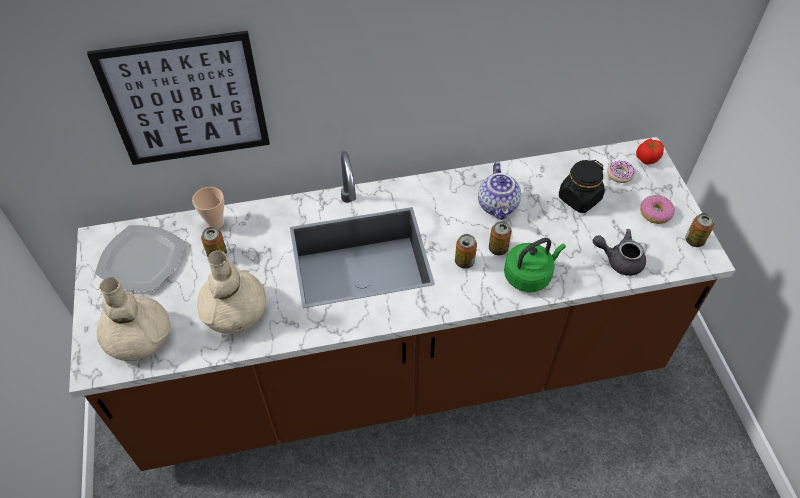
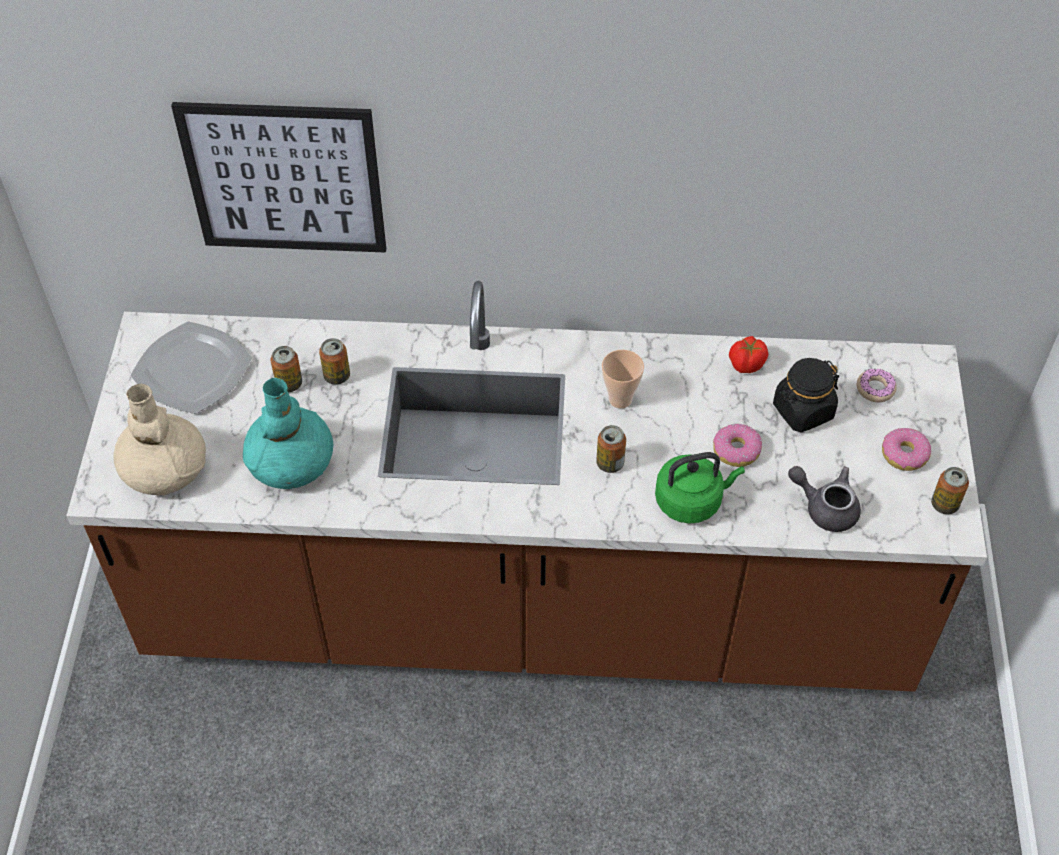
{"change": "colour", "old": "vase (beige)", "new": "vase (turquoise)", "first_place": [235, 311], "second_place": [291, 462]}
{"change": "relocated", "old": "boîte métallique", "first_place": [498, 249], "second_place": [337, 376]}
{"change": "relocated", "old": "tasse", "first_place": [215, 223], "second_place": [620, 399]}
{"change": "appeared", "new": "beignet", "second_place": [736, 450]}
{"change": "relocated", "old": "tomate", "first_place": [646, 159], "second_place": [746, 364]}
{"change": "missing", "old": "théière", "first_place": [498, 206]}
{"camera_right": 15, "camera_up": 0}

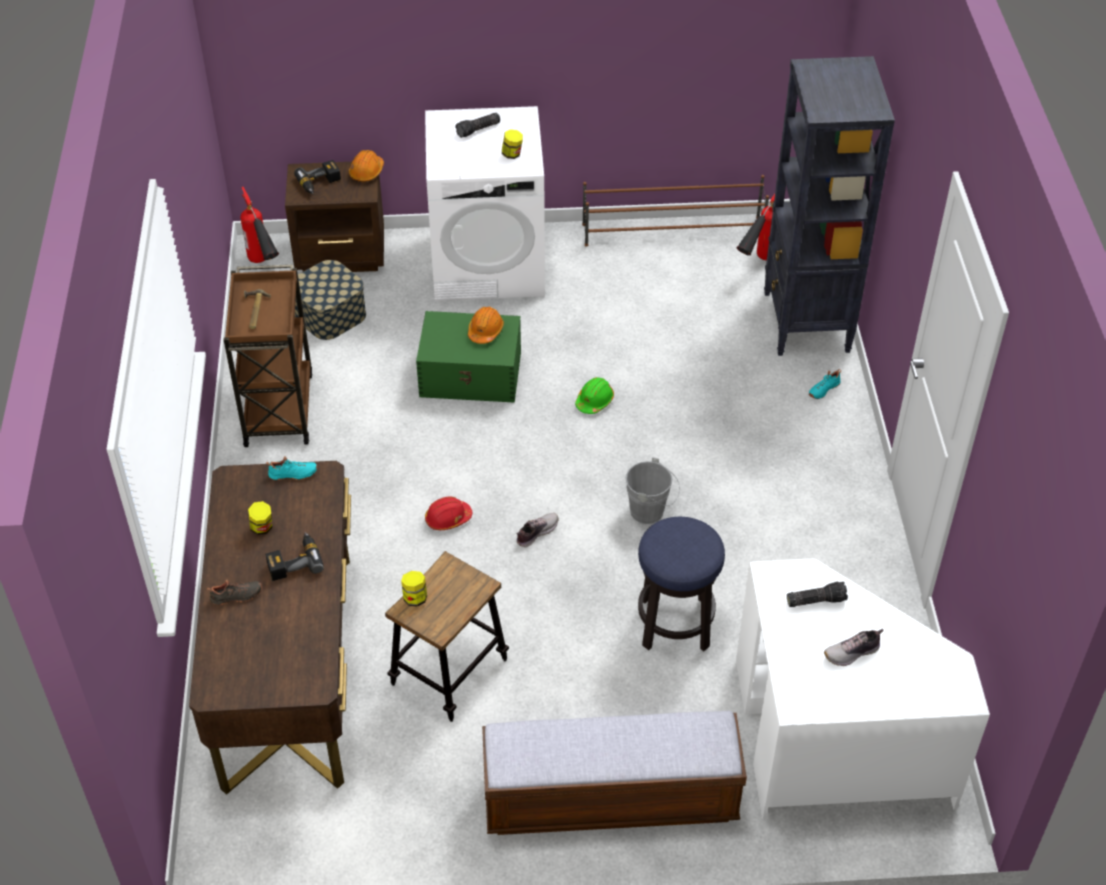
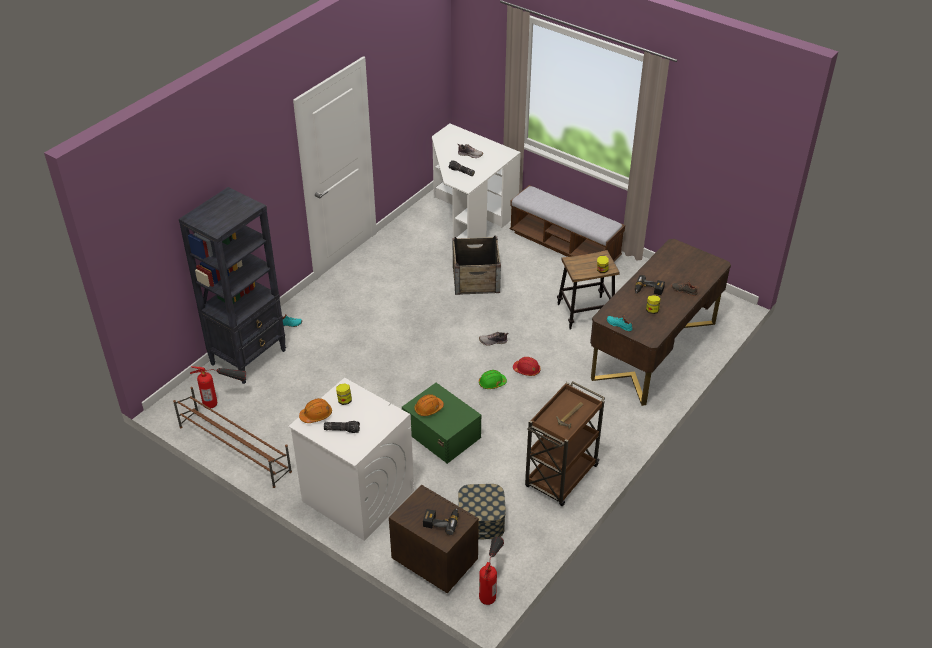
{"change": "relocated", "old": "casque de chantier (orange)", "first_place": [366, 172], "second_place": [316, 415]}
{"change": "exchanged", "old": "tabouret", "new": "caisse", "first_place": [675, 624], "second_place": [476, 279]}
{"change": "relocated", "old": "casque de chantier (vert)", "first_place": [594, 401], "second_place": [492, 383]}
{"change": "missing", "old": "seau (gris)", "first_place": [650, 512]}
{"camera_right": -140, "camera_up": -5}

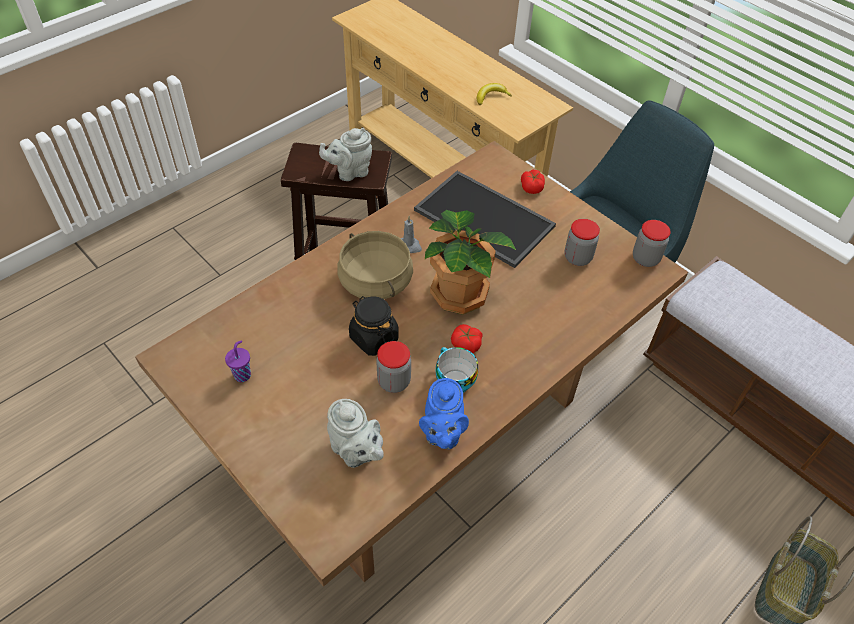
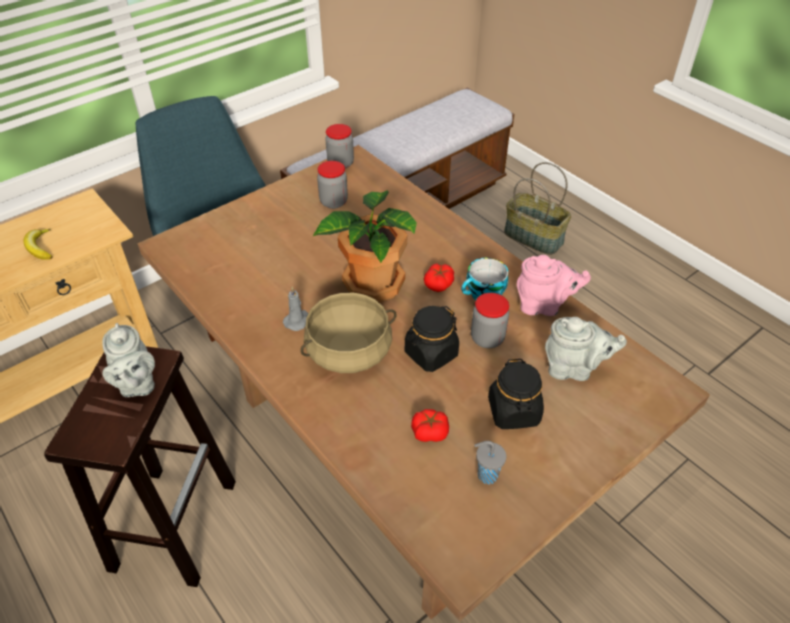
{"change": "relocated", "old": "tomate", "first_place": [532, 187], "second_place": [429, 431]}
{"change": "colour", "old": "tasse (violet)", "new": "tasse (gris)", "first_place": [243, 374], "second_place": [486, 475]}
{"change": "appeared", "new": "bocal (noir)", "second_place": [514, 412]}
{"change": "colour", "old": "théière (bleu)", "new": "théière (rose)", "first_place": [442, 433], "second_place": [544, 306]}
{"change": "spun", "old": "théière (gris)", "first_place": [356, 452], "second_place": [574, 368], "degrees": 45}
{"change": "missing", "old": "plateau", "first_place": [481, 219]}
{"camera_right": -85, "camera_up": -5}

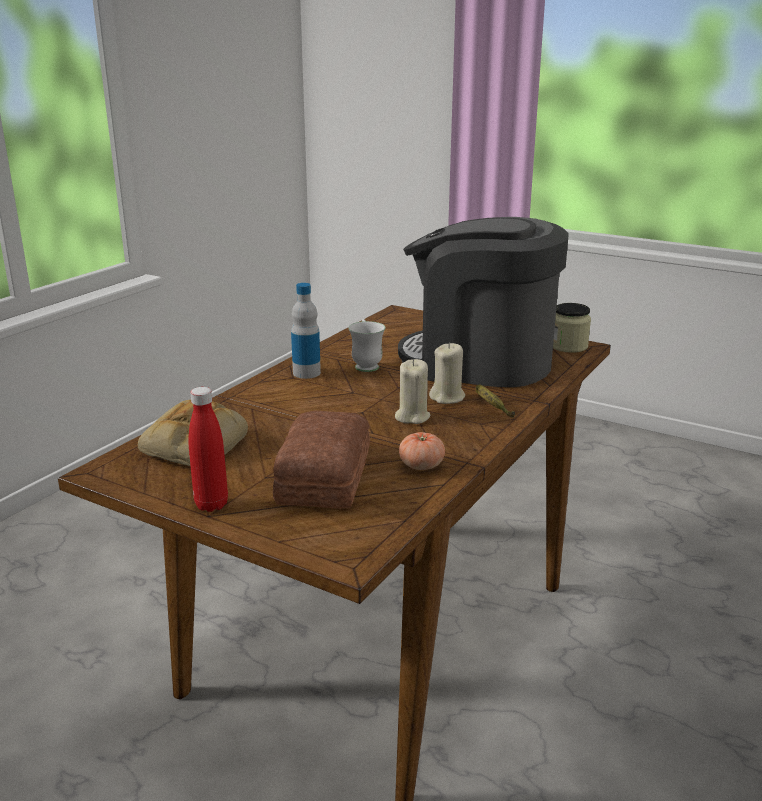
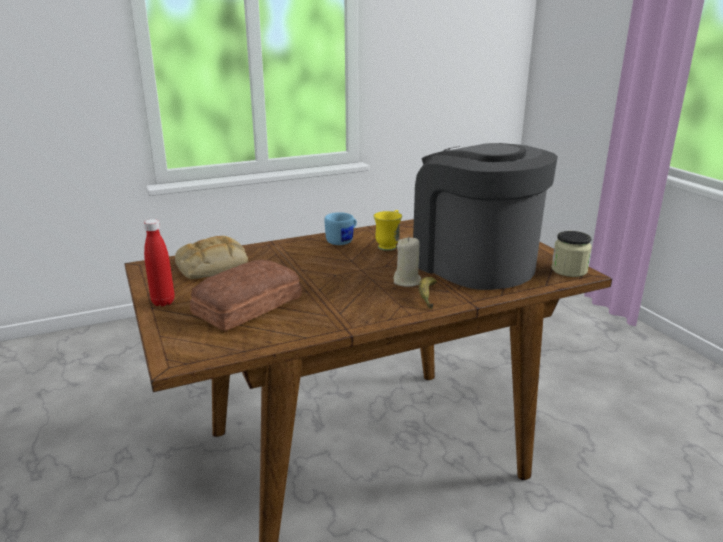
{"change": "exchanged", "old": "bouteille", "new": "mug (bleu)", "first_place": [306, 373], "second_place": [343, 241]}
{"change": "colour", "old": "mug (blanc)", "new": "mug (jaune)", "first_place": [366, 365], "second_place": [389, 245]}
{"change": "missing", "old": "bougie (beige)", "first_place": [412, 417]}
{"change": "missing", "old": "tomate", "first_place": [421, 465]}
{"camera_right": 35, "camera_up": 0}

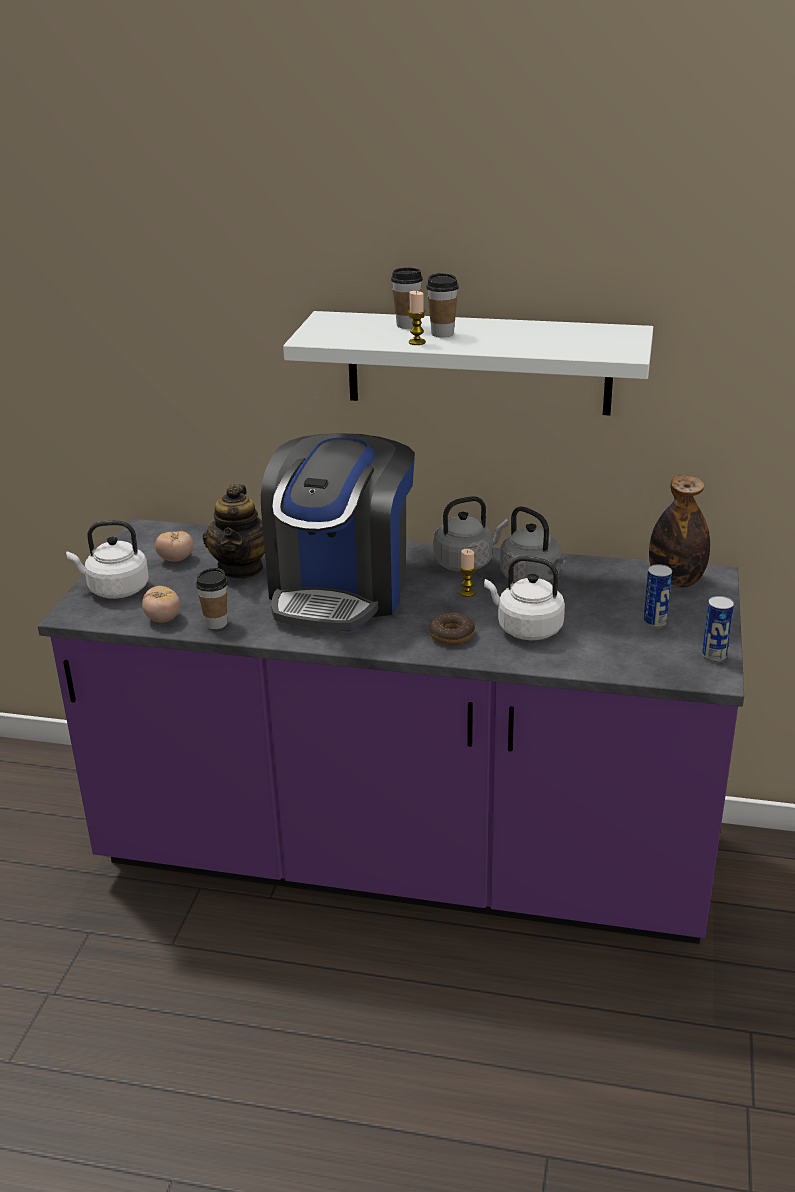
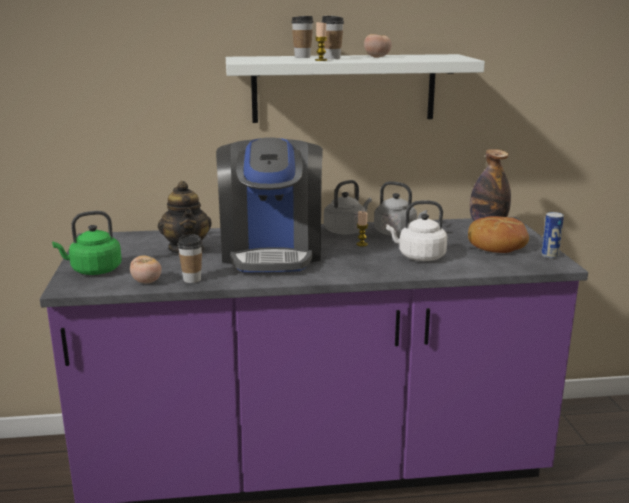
{"change": "colour", "old": "bouilloire (blanc)", "new": "bouilloire (vert)", "first_place": [115, 589], "second_place": [93, 270]}
{"change": "relocated", "old": "tomate", "first_place": [176, 559], "second_place": [377, 57]}
{"change": "exchanged", "old": "boîte métallique", "new": "pain", "first_place": [655, 623], "second_place": [496, 245]}
{"change": "missing", "old": "beignet", "first_place": [451, 635]}
{"camera_right": -20, "camera_up": -10}

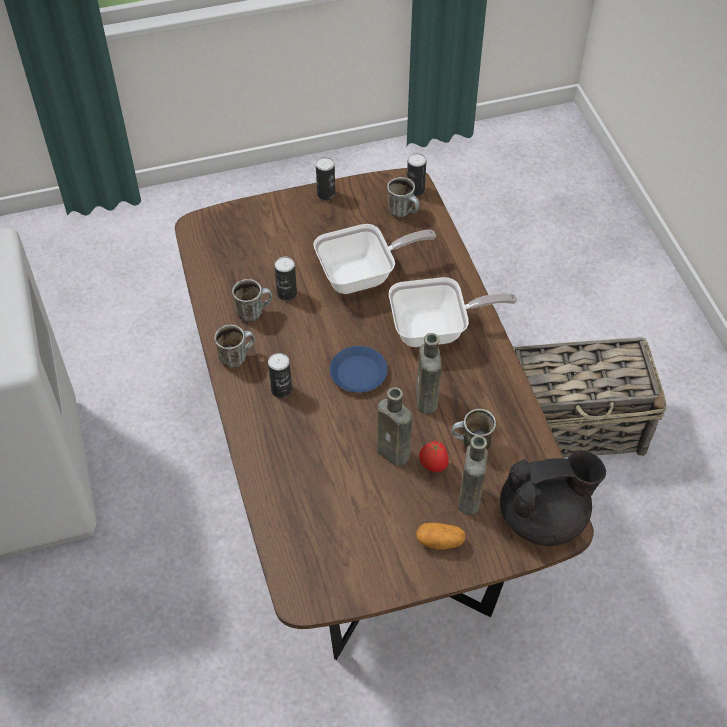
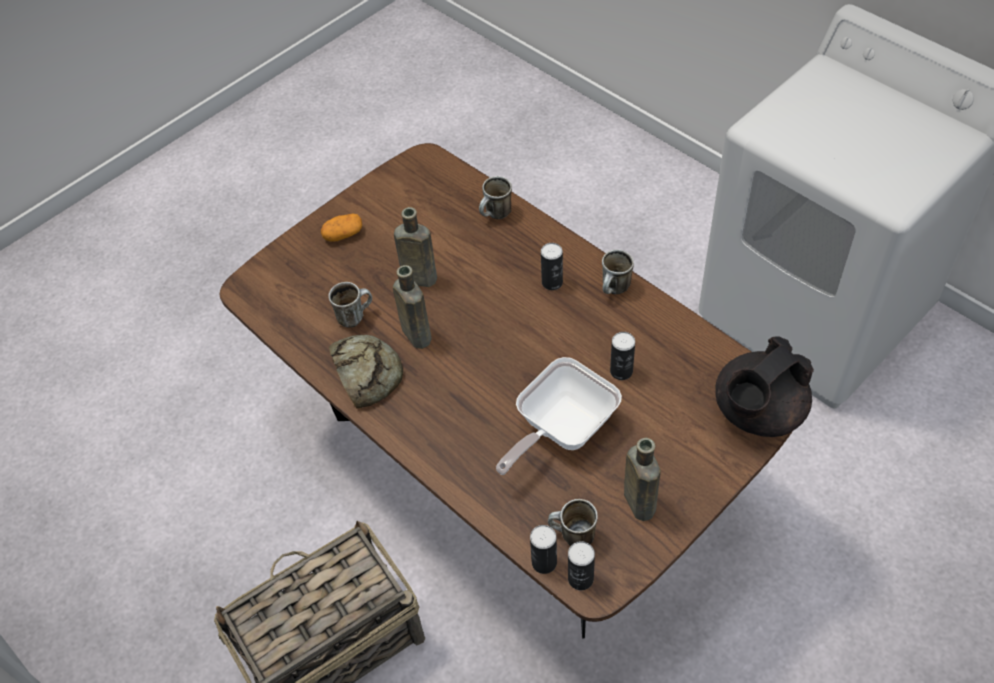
{"change": "appeared", "new": "pain", "second_place": [365, 373]}
{"change": "relocated", "old": "mug", "first_place": [254, 312], "second_place": [496, 215]}
{"change": "relocated", "old": "boîte métallique", "first_place": [326, 194], "second_place": [544, 562]}
{"change": "relocated", "old": "bouteille (marron)", "first_place": [469, 501], "second_place": [638, 500]}
{"change": "relocated", "old": "théière (noir)", "first_place": [544, 517], "second_place": [757, 412]}
{"change": "missing", "old": "assiette (bleu)", "first_place": [358, 373]}
{"change": "missing", "old": "poêle", "first_place": [436, 330]}
{"change": "missing", "old": "tomate", "first_place": [433, 466]}
{"camera_right": 155, "camera_up": 0}

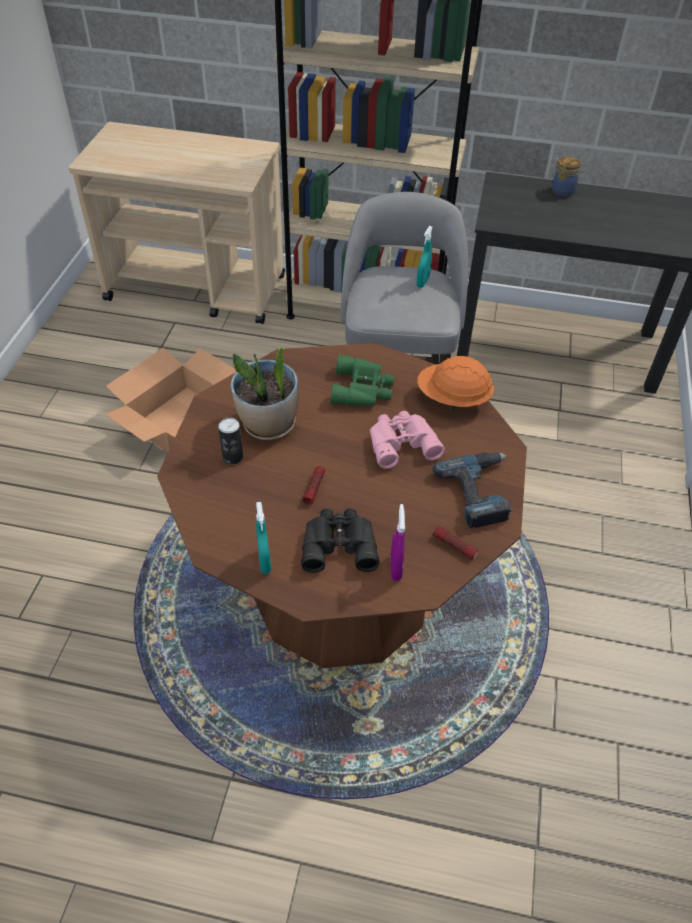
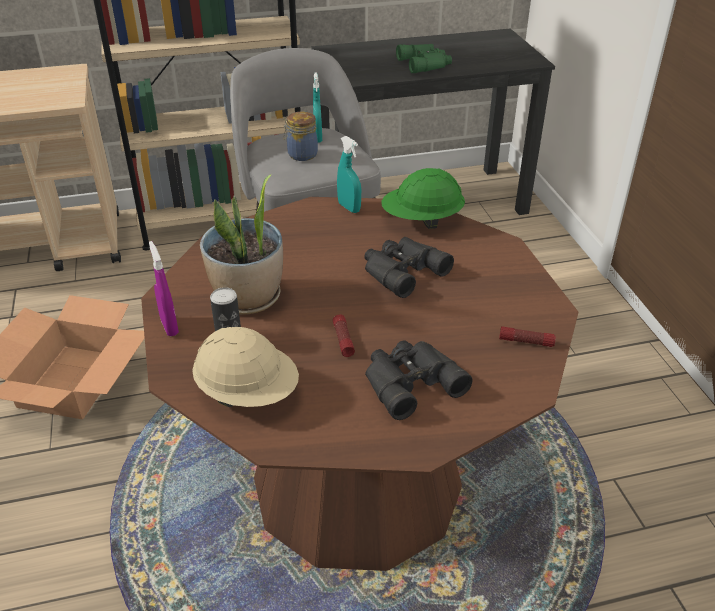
{"change": "relocated", "old": "vaporisateur (violet)", "first_place": [396, 568], "second_place": [169, 326]}
{"change": "appeared", "new": "casque de chantier (beige)", "second_place": [248, 393]}
{"change": "relocated", "old": "bocal", "first_place": [561, 191], "second_place": [301, 154]}
{"change": "relocated", "old": "vaporisateur (turquoise)", "first_place": [264, 561], "second_place": [349, 207]}
{"change": "colour", "old": "jumelles (rose)", "new": "jumelles (noir)", "first_place": [401, 442], "second_place": [401, 270]}
{"change": "colour", "old": "casque de chantier (orange)", "new": "casque de chantier (vert)", "first_place": [452, 399], "second_place": [422, 221]}
{"change": "relocated", "old": "jumelles (vert)", "first_place": [363, 389], "second_place": [425, 64]}
{"change": "missing", "old": "perceuse", "first_place": [480, 492]}
{"camera_right": -25, "camera_up": -10}

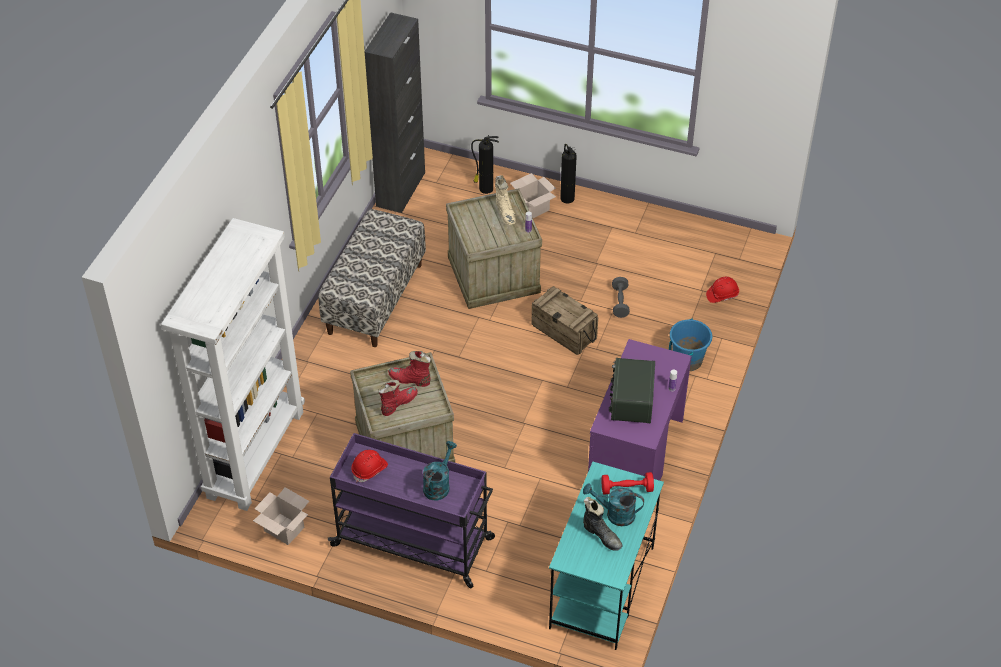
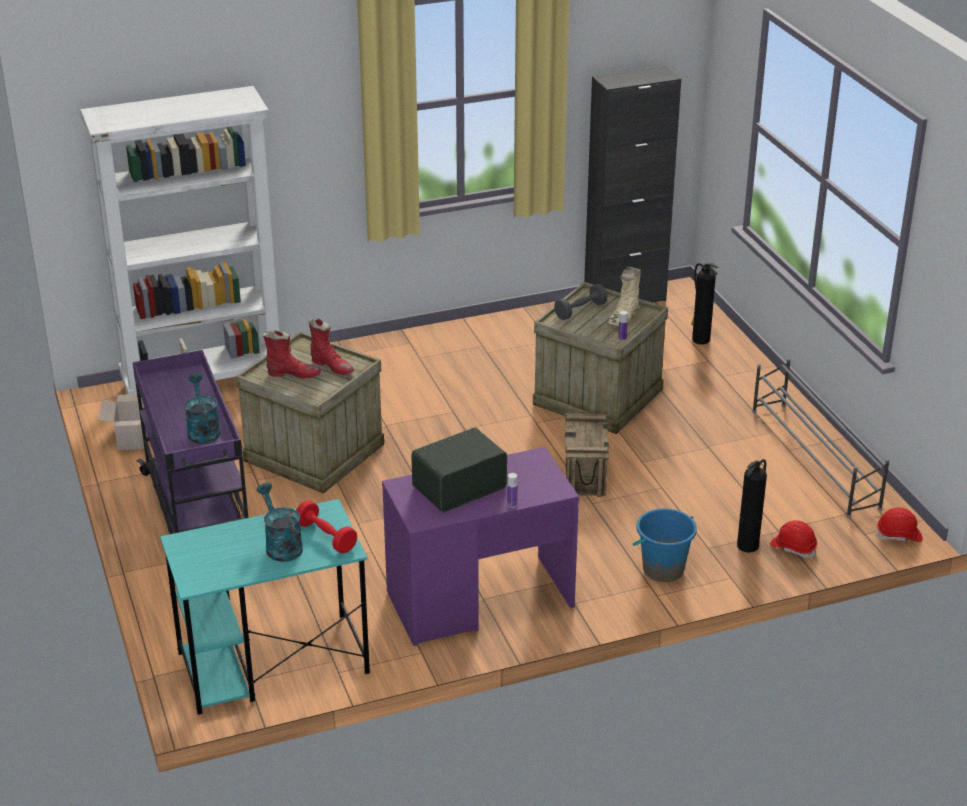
{"change": "spun", "old": "arrosoir (turquoise)", "first_place": [438, 484], "second_place": [202, 430], "degrees": -90}
{"change": "spun", "old": "botte (rouge)", "first_place": [410, 380], "second_place": [332, 366], "degrees": 150}
{"change": "relocated", "old": "haltère (gris)", "first_place": [620, 302], "second_place": [580, 311]}
{"change": "relocated", "old": "extincteur", "first_place": [567, 198], "second_place": [748, 545]}
{"change": "appeared", "new": "étagère à chaussures (gris)", "second_place": [814, 459]}
{"change": "relocated", "old": "casque de chantier (rouge)", "first_place": [369, 470], "second_place": [899, 536]}
{"change": "missing", "old": "banc", "first_place": [375, 298]}
{"change": "missing", "old": "carton", "first_place": [532, 208]}
{"change": "missing", "old": "botte (noir)", "first_place": [602, 535]}
{"camera_right": 50, "camera_up": -15}

